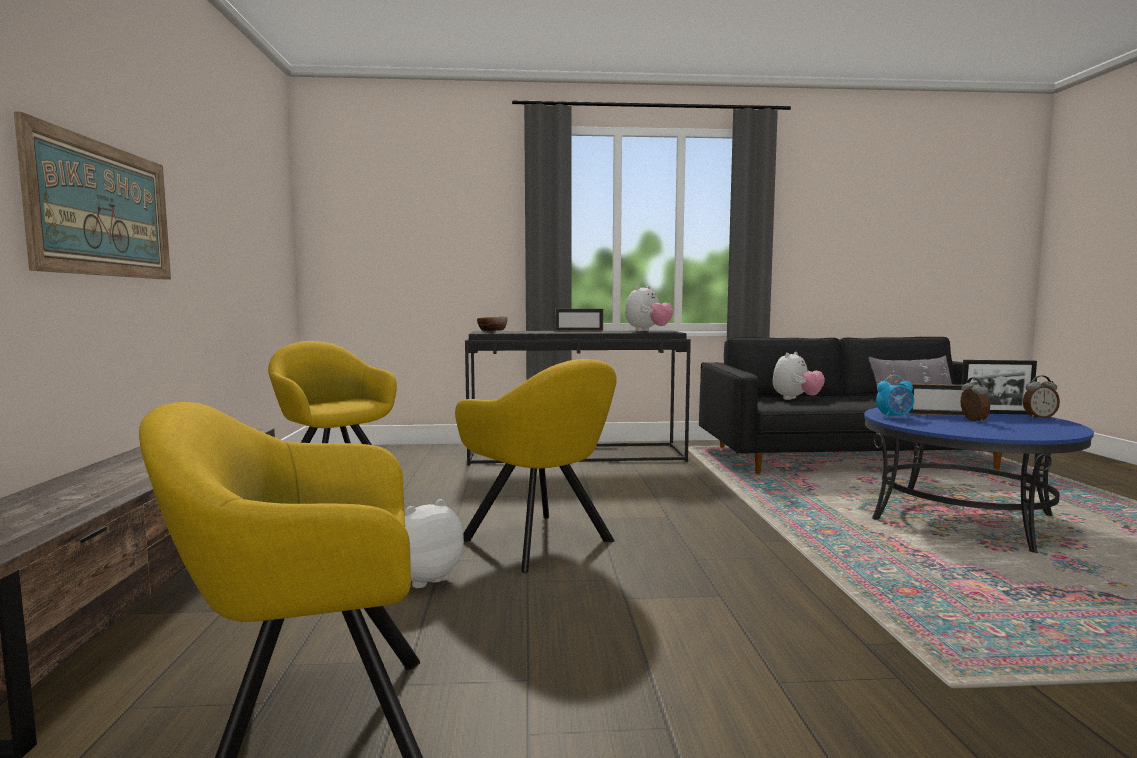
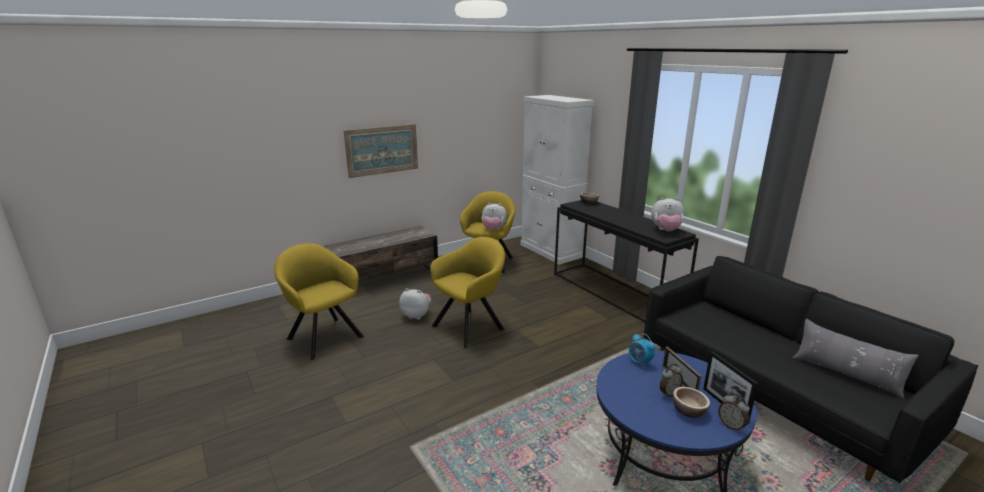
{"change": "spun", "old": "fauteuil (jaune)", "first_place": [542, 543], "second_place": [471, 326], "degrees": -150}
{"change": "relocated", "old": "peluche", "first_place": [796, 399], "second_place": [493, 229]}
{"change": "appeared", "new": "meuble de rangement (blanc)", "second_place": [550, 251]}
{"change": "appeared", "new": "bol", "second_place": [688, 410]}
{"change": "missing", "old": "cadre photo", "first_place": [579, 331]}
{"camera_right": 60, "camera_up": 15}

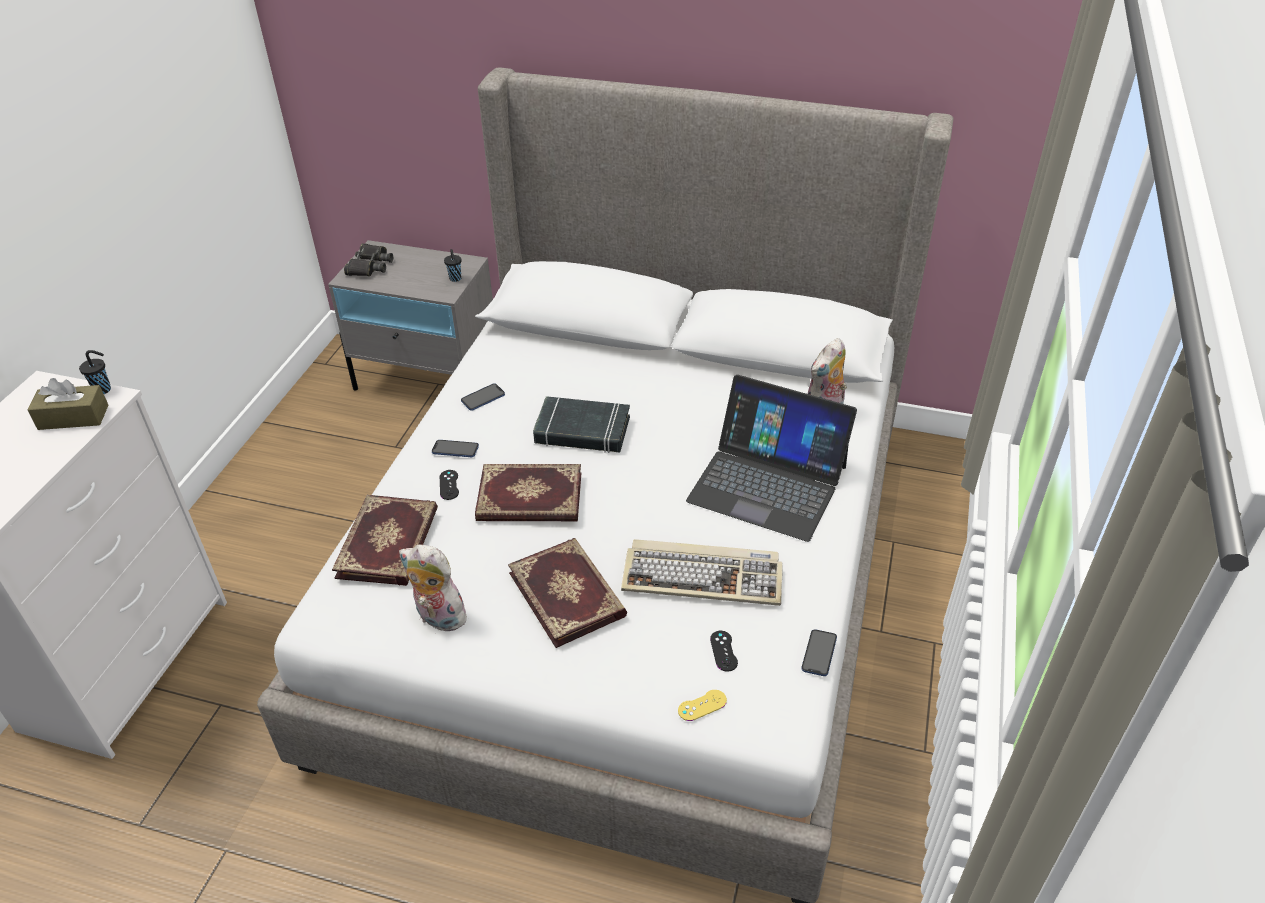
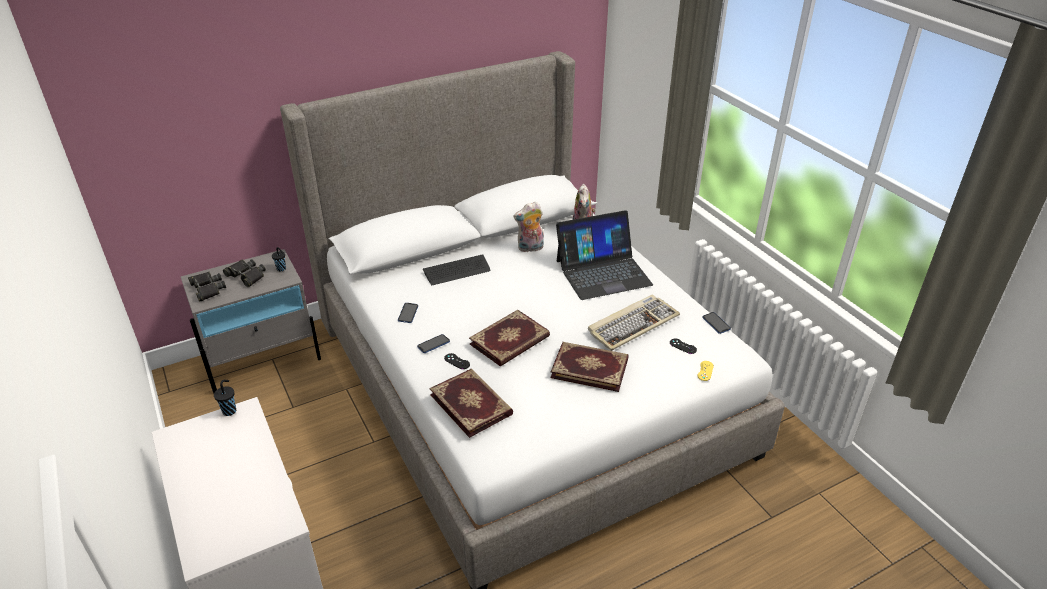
{"change": "appeared", "new": "jumelles (noir)", "second_place": [246, 276]}
{"change": "appeared", "new": "clavier", "second_place": [457, 271]}
{"change": "relocated", "old": "peluche", "first_place": [438, 618], "second_place": [530, 248]}
{"change": "missing", "old": "boîte à mouchoirs (marron)", "first_place": [73, 417]}
{"change": "missing", "old": "livre (noir)", "first_place": [582, 431]}
{"camera_right": -45, "camera_up": -5}

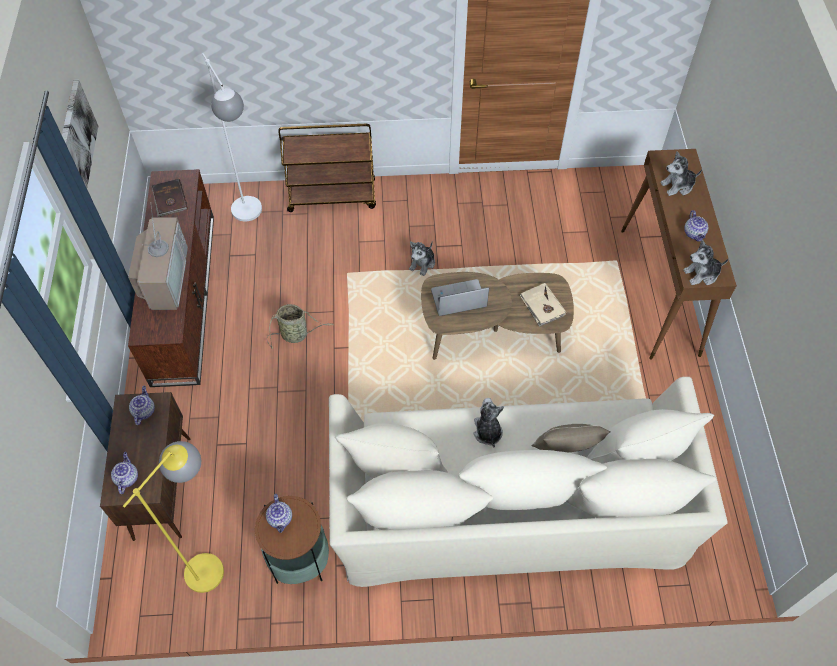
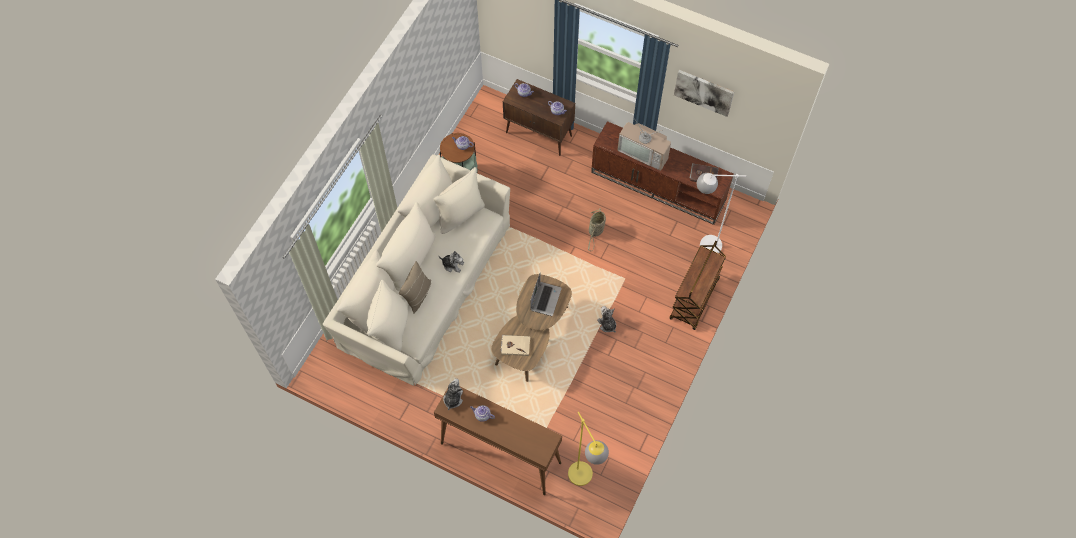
{"change": "relocated", "old": "lampadaire (jaune)", "first_place": [213, 561], "second_place": [584, 481]}
{"change": "missing", "old": "peluche", "first_place": [678, 186]}
{"camera_right": 120, "camera_up": 5}

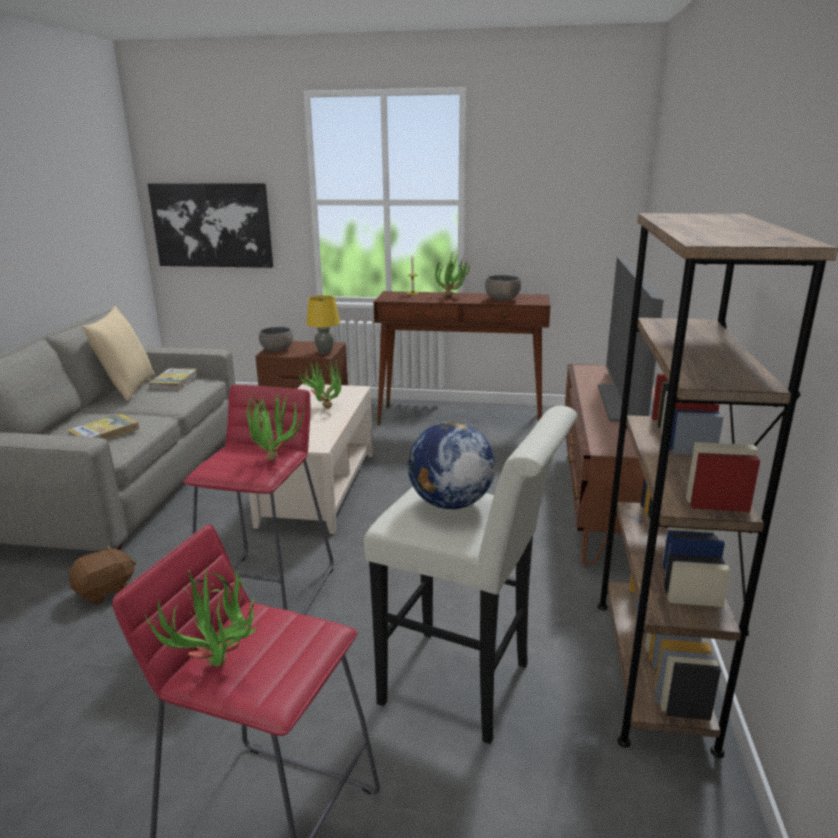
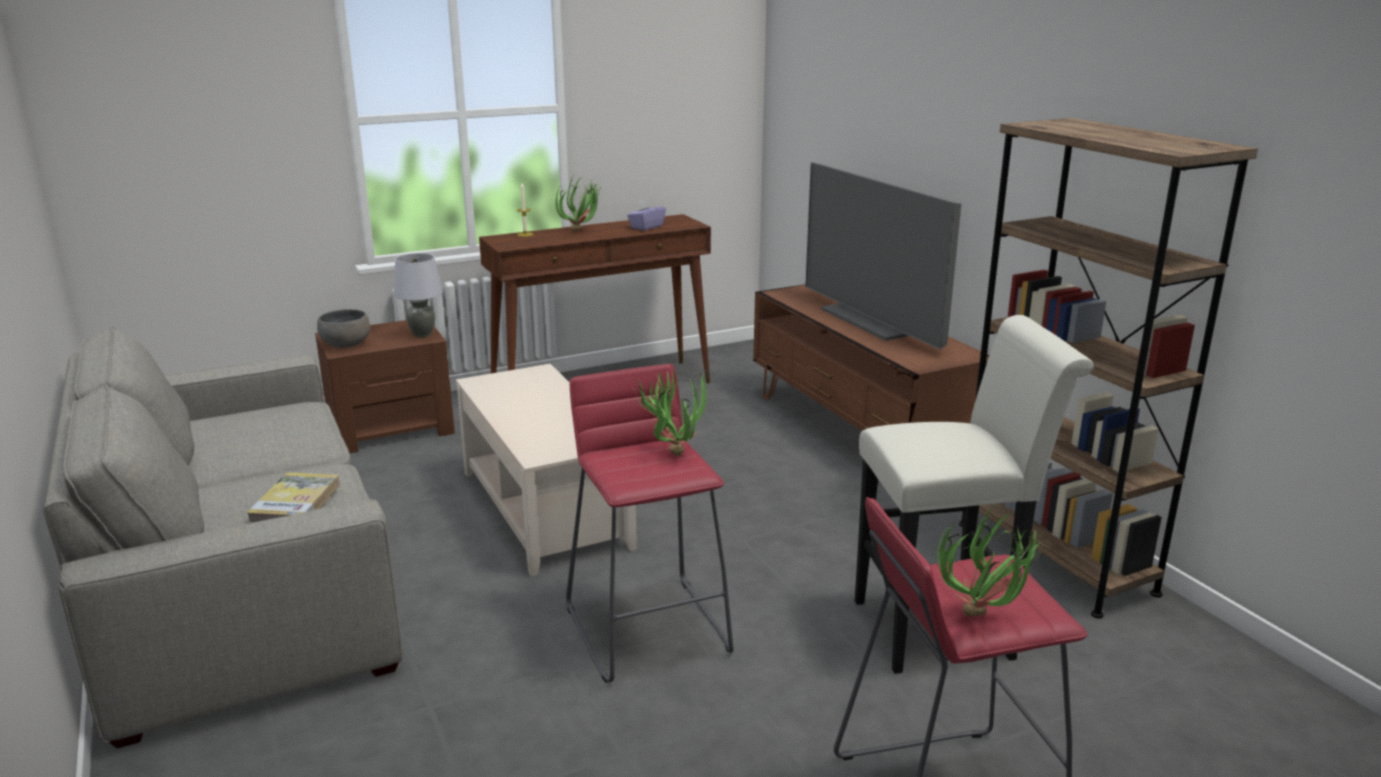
{"change": "colour", "old": "lampe de table (jaune)", "new": "lampe de table (gris)", "first_place": [325, 352], "second_place": [422, 334]}
{"change": "exchanged", "old": "bol (gris)", "new": "boîte à mouchoirs (violet)", "first_place": [502, 299], "second_place": [646, 227]}
{"change": "missing", "old": "peluche (marron)", "first_place": [106, 591]}
{"change": "missing", "old": "coussin (beige)", "first_place": [127, 388]}
{"change": "missing", "old": "tableau", "first_place": [212, 225]}
{"change": "missing", "old": "livre", "first_place": [174, 381]}
{"change": "missing", "old": "plante en pot", "first_place": [323, 406]}
{"change": "missing", "old": "globe", "first_place": [450, 503]}
{"camera_right": -35, "camera_up": 0}

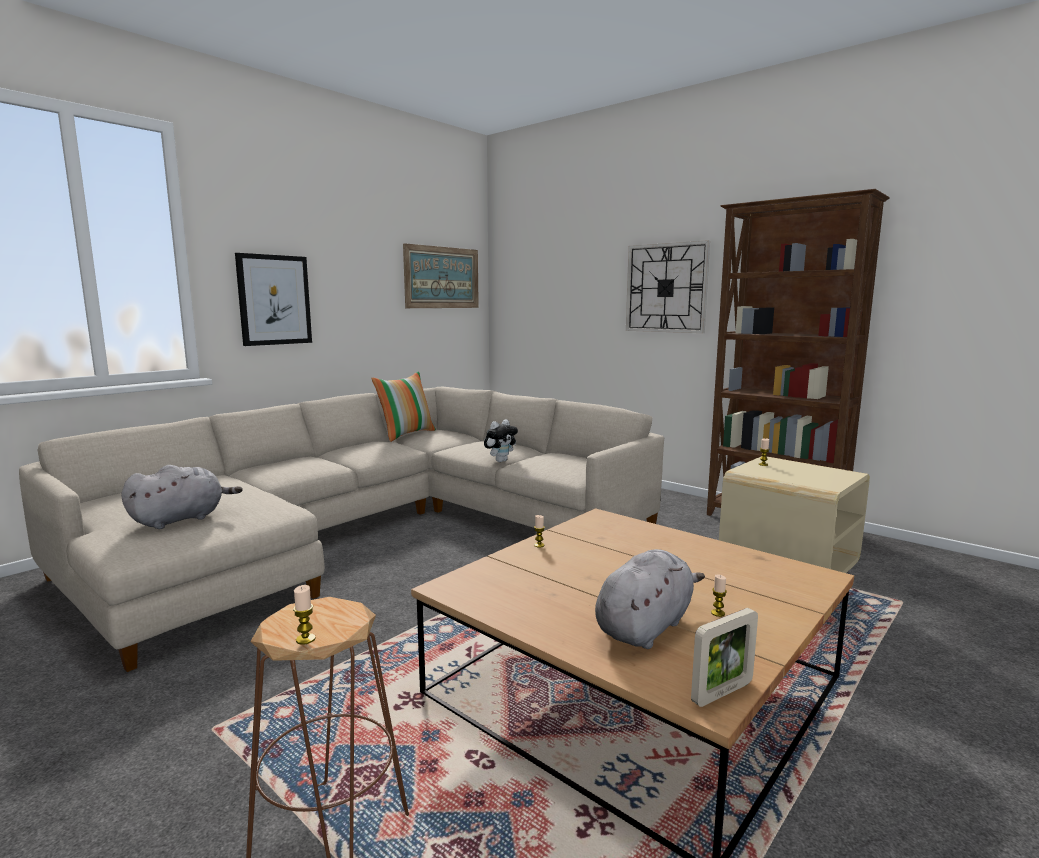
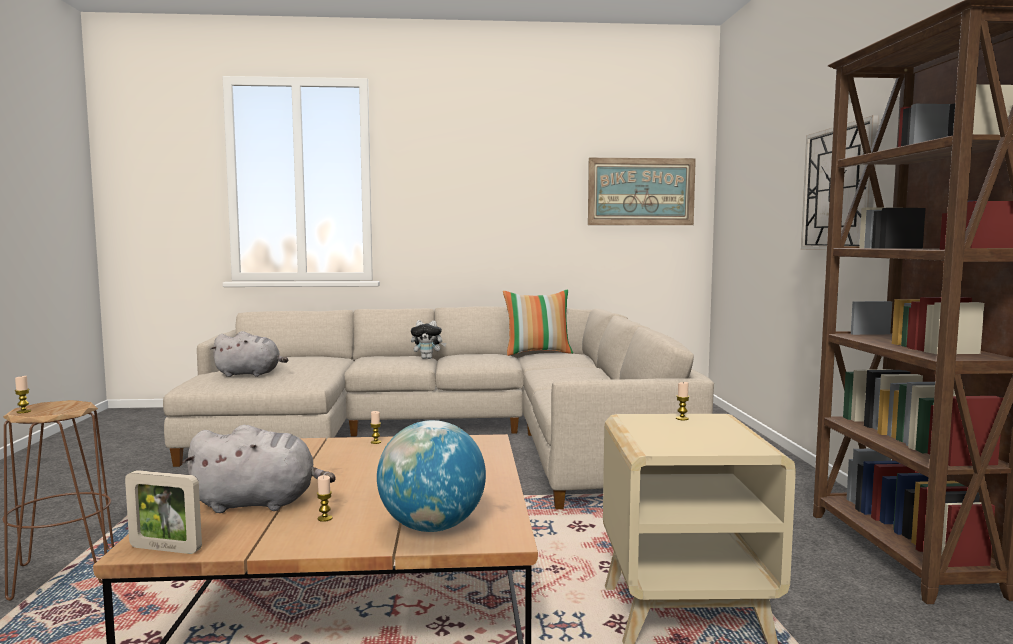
{"change": "appeared", "new": "globe", "second_place": [432, 527]}
{"change": "relocated", "old": "peluche", "first_place": [500, 461], "second_place": [428, 358]}
{"change": "missing", "old": "tableau", "first_place": [274, 300]}
{"camera_right": 45, "camera_up": -5}

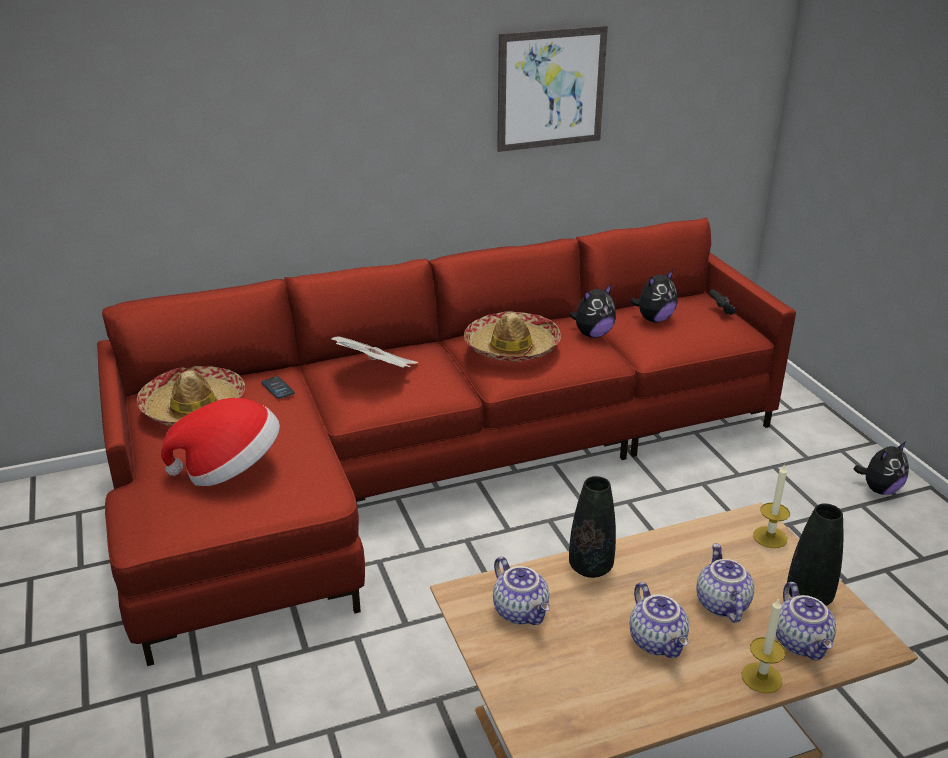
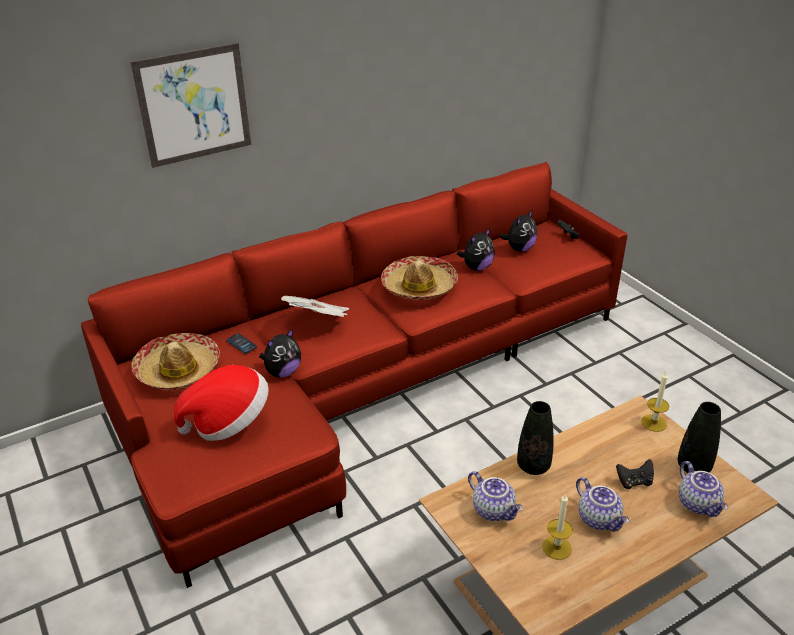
{"change": "relocated", "old": "tableau", "first_place": [551, 89], "second_place": [194, 105]}
{"change": "relocated", "old": "peluche", "first_place": [879, 489], "second_place": [282, 372]}
{"change": "relocated", "old": "bougie", "first_place": [761, 678], "second_place": [557, 547]}
{"change": "exchanged", "old": "théière", "new": "manette (noir)", "first_place": [720, 604], "second_place": [634, 482]}
{"camera_right": -10, "camera_up": 5}

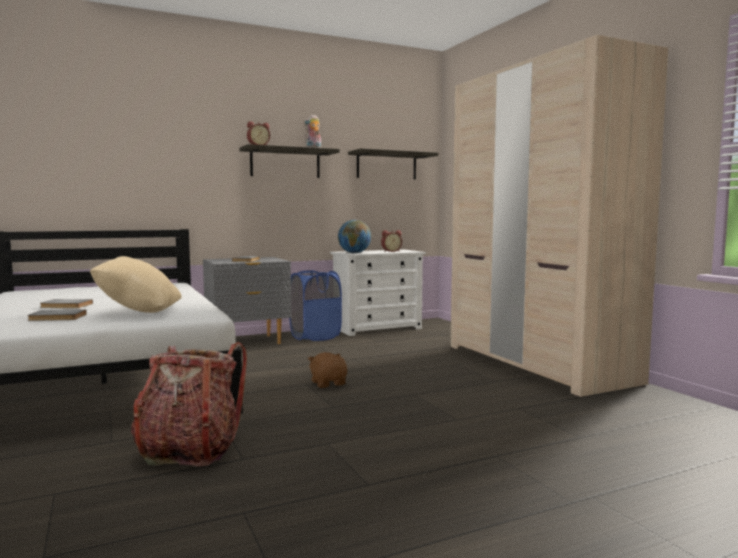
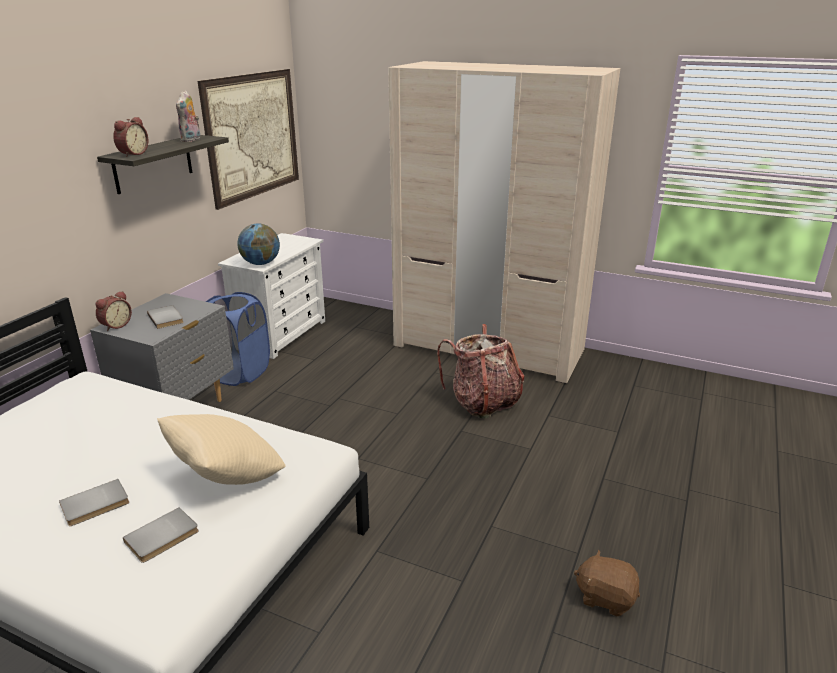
{"change": "relocated", "old": "réveil", "first_place": [391, 251], "second_place": [115, 325]}
{"change": "exchanged", "old": "étagère", "new": "tableau", "first_place": [386, 166], "second_place": [253, 136]}
{"change": "relocated", "old": "sac à dos", "first_place": [190, 451], "second_place": [483, 402]}
{"change": "relocated", "old": "peluche (marron)", "first_place": [328, 383], "second_place": [605, 597]}
{"camera_right": -40, "camera_up": 20}

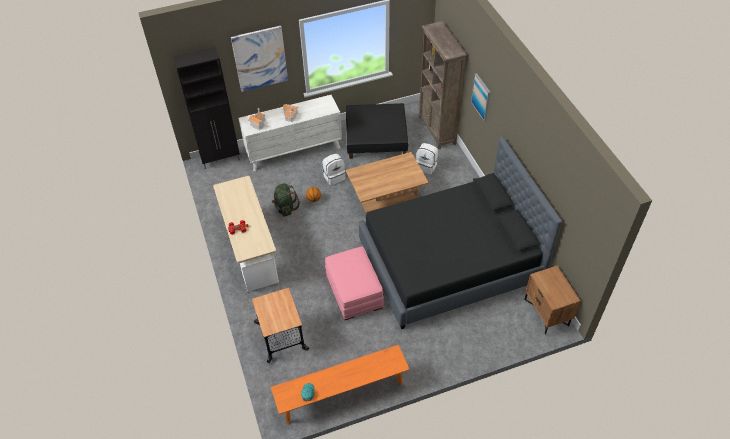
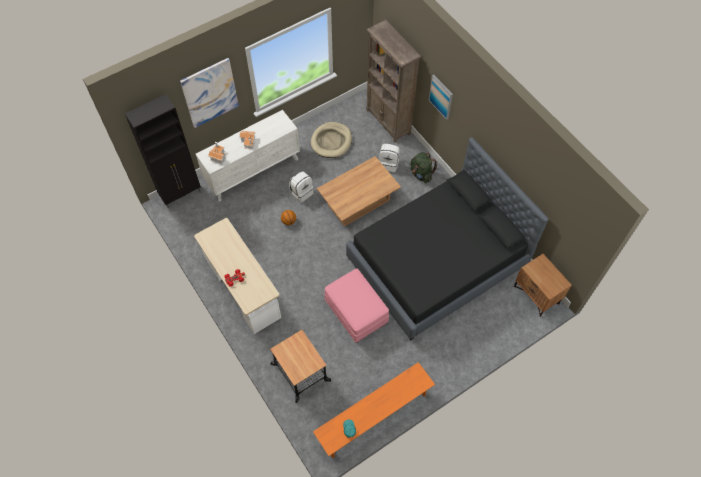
{"change": "exchanged", "old": "pouf (noir)", "new": "panier pour chien (beige)", "first_place": [376, 138], "second_place": [331, 141]}
{"change": "relocated", "old": "sac à dos (vert)", "first_place": [285, 208], "second_place": [421, 174]}
{"camera_right": -15, "camera_up": 10}

